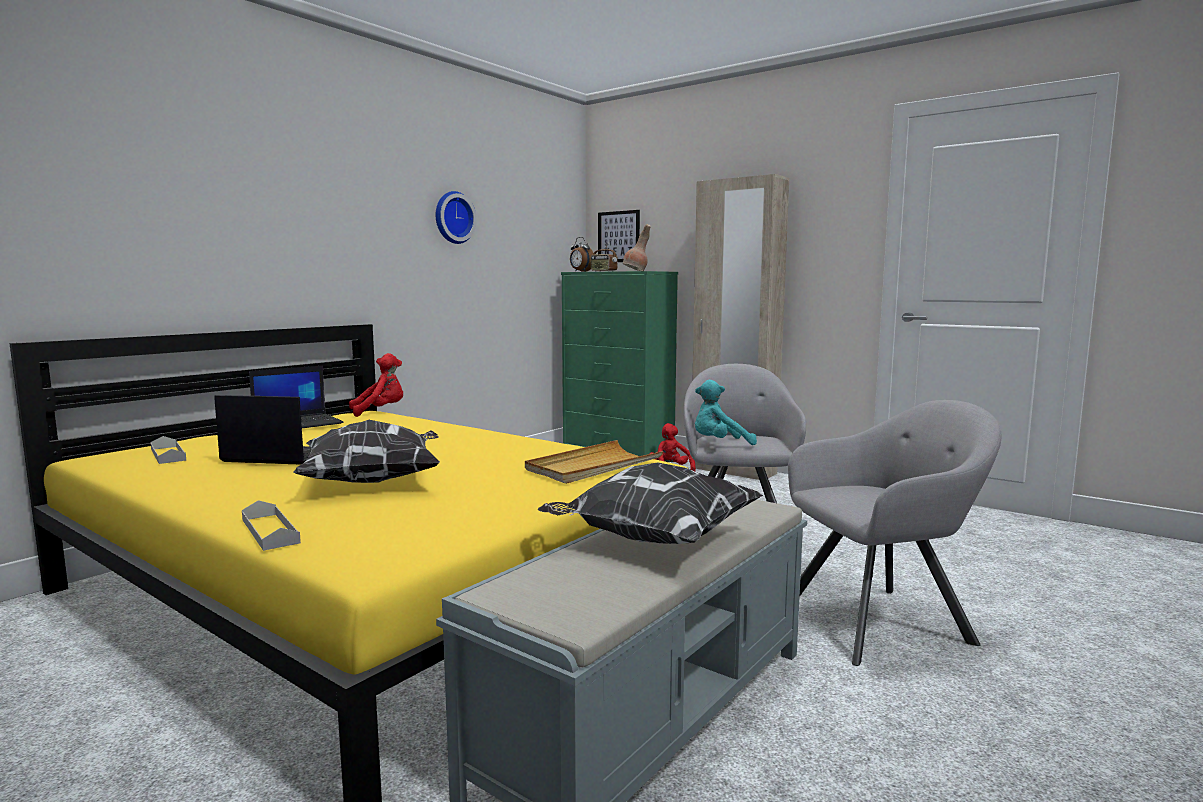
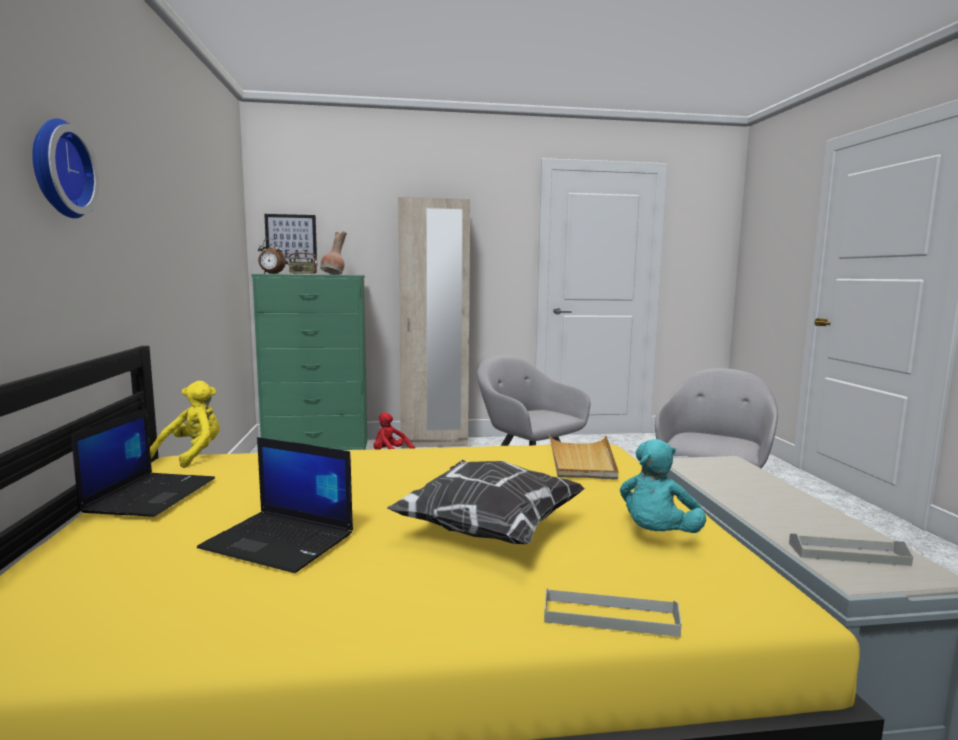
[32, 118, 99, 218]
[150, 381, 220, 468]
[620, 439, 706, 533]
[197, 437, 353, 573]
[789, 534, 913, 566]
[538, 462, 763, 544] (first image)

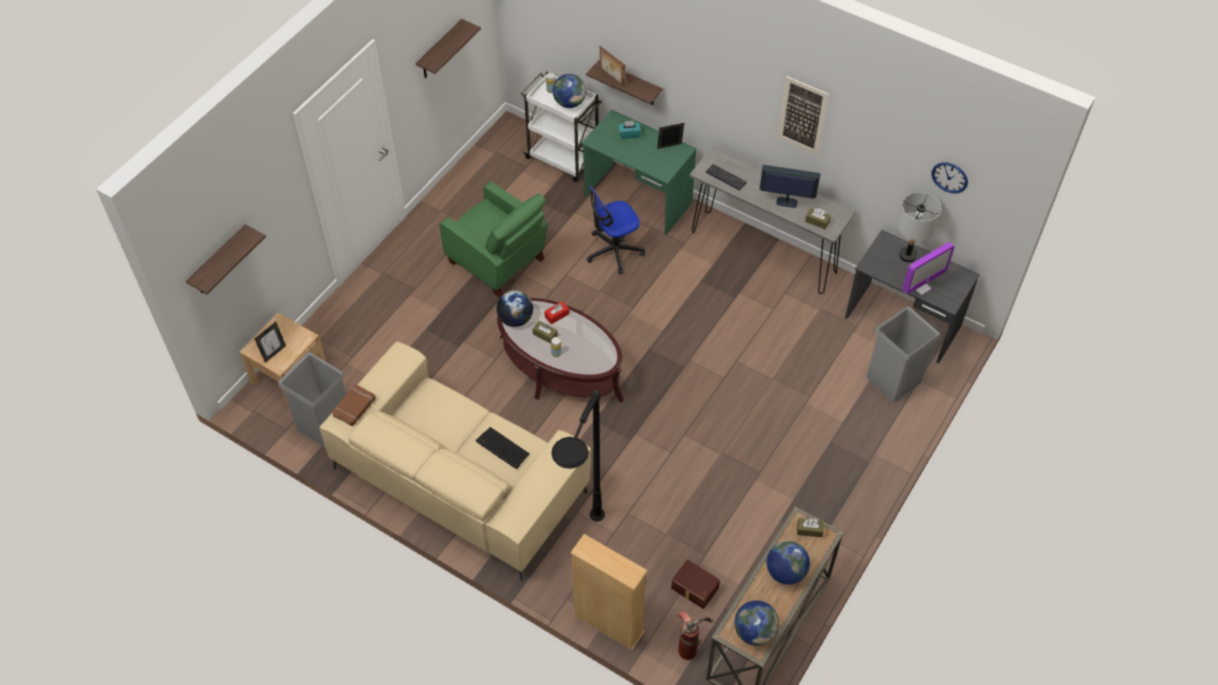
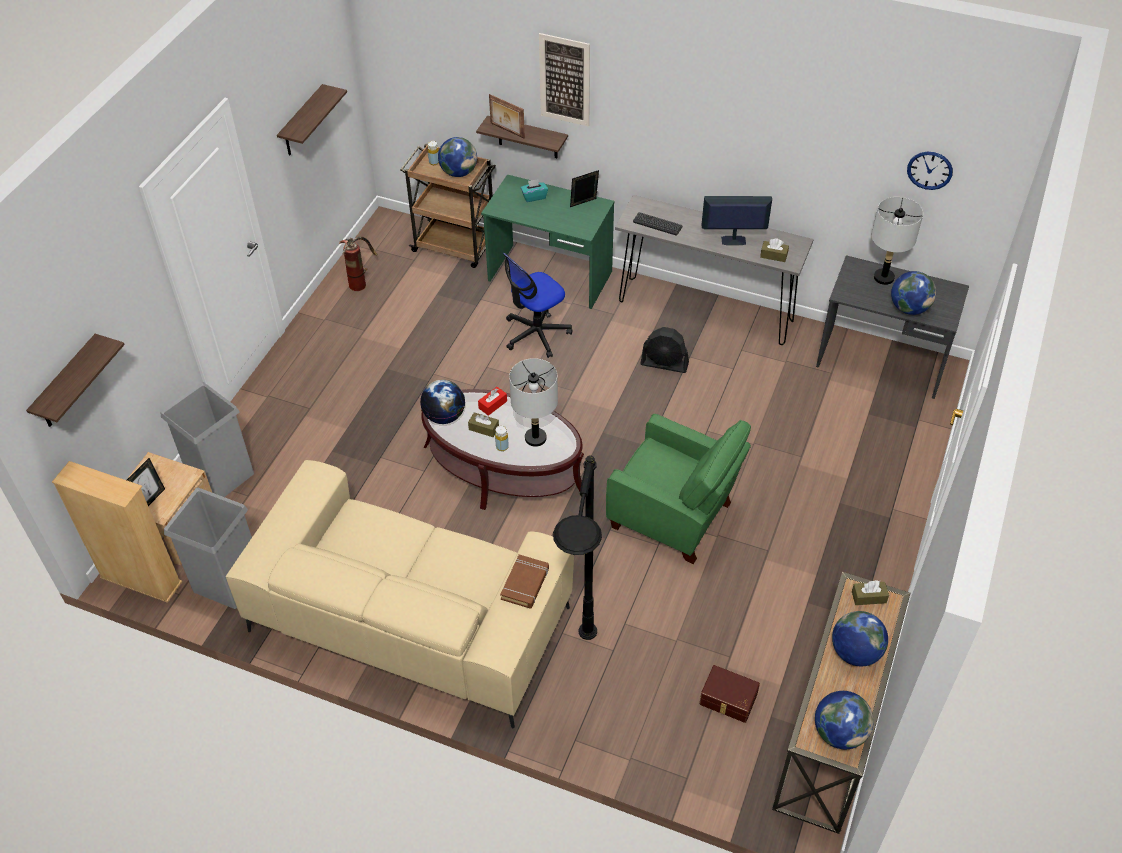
[400, 143, 496, 268]
[539, 33, 590, 127]
[606, 414, 751, 564]
[891, 271, 936, 315]
[161, 382, 254, 497]
[500, 554, 549, 609]
[475, 427, 530, 469] (first image)
[52, 461, 182, 603]
[339, 237, 377, 291]
[640, 327, 689, 373]
[509, 358, 558, 447]

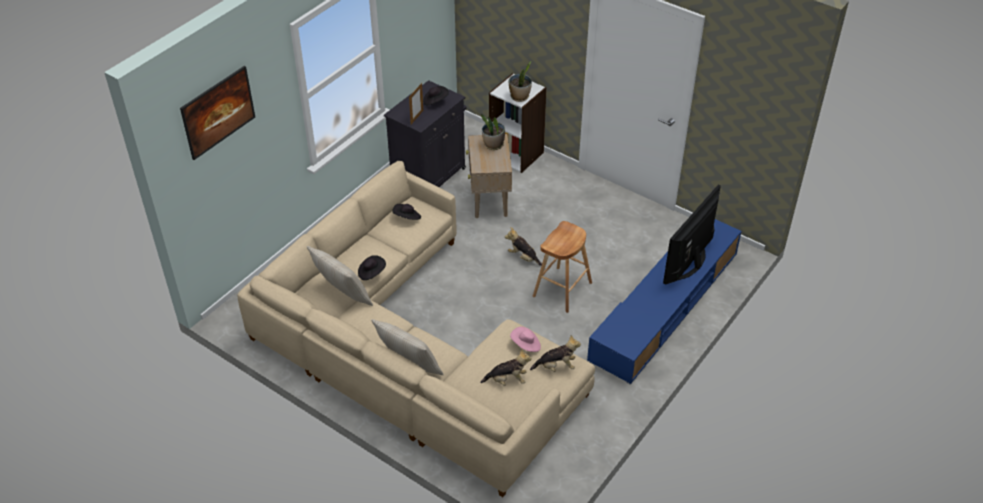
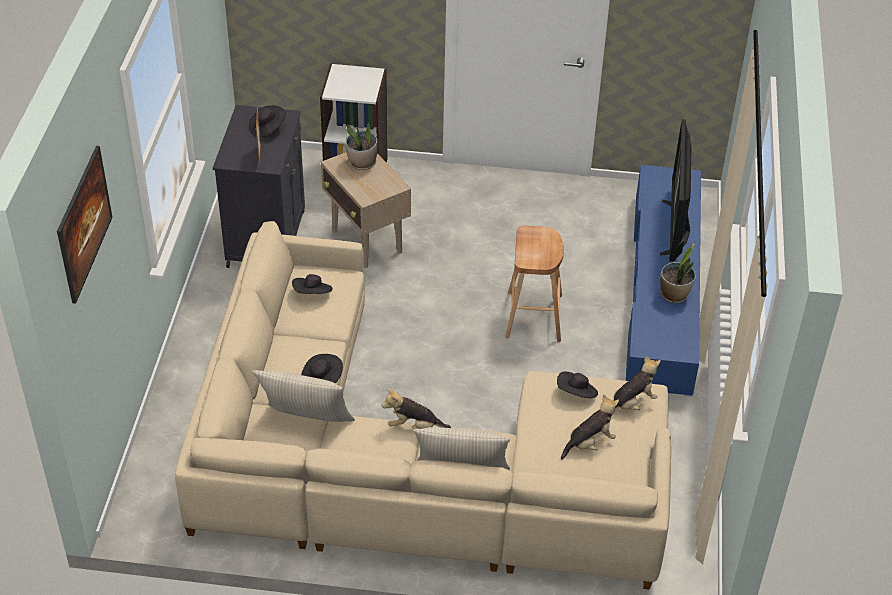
[660, 243, 696, 303]
[381, 388, 451, 429]
[557, 372, 598, 398]

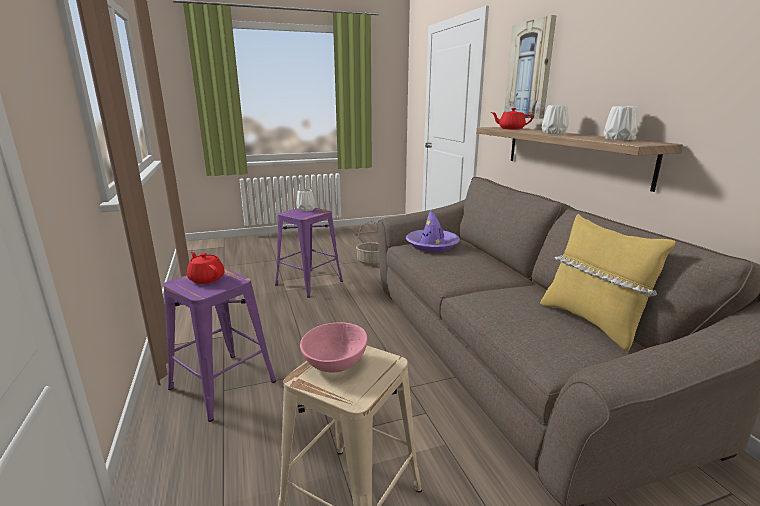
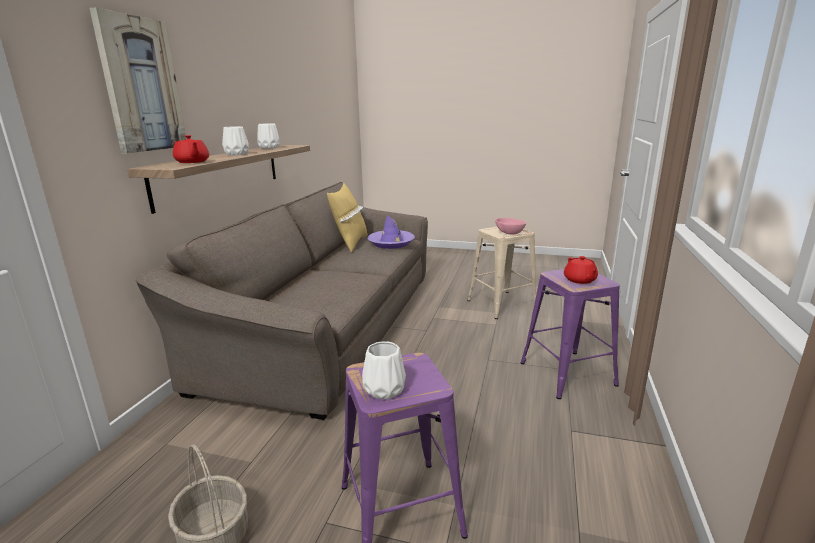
[367, 215, 415, 249]

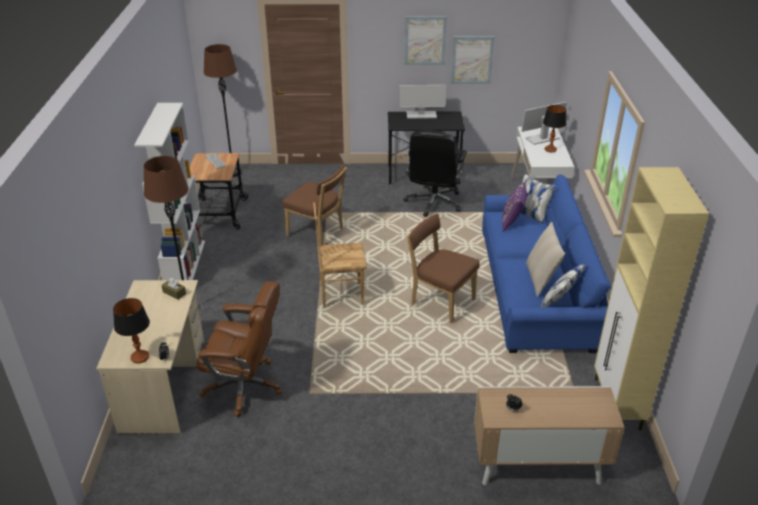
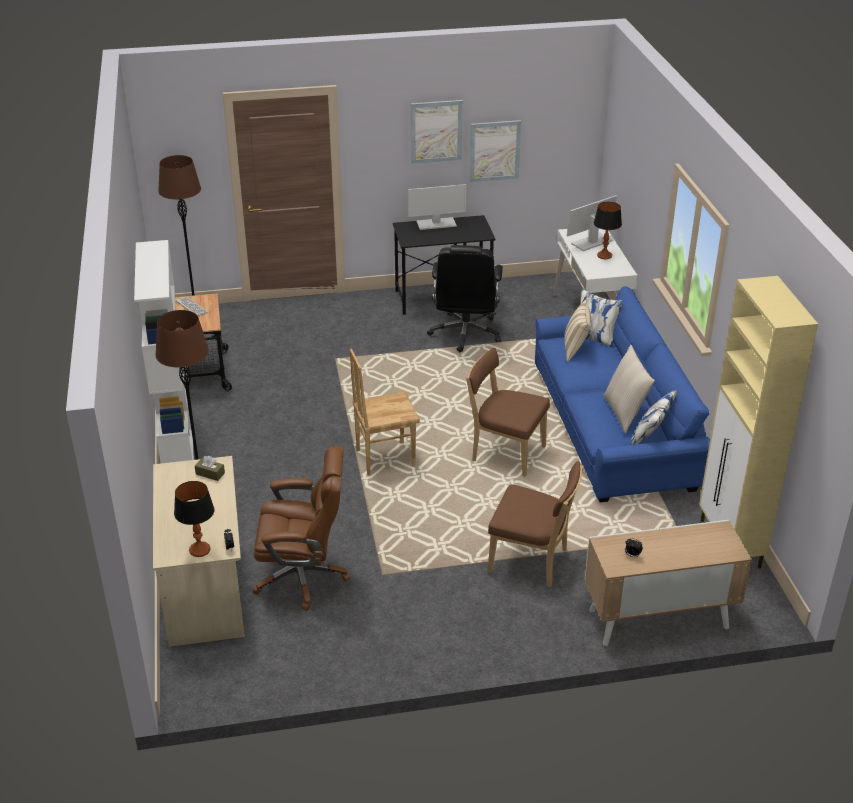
[488, 461, 584, 587]
[565, 300, 592, 362]

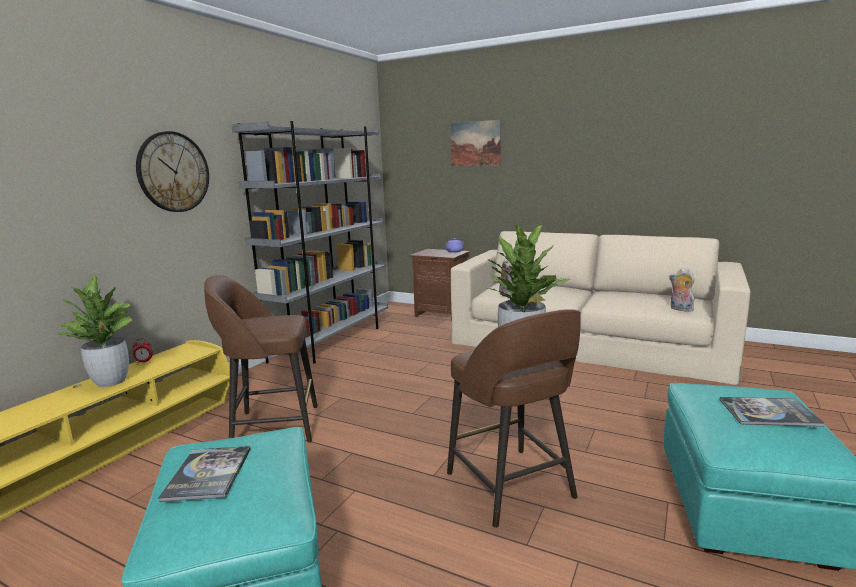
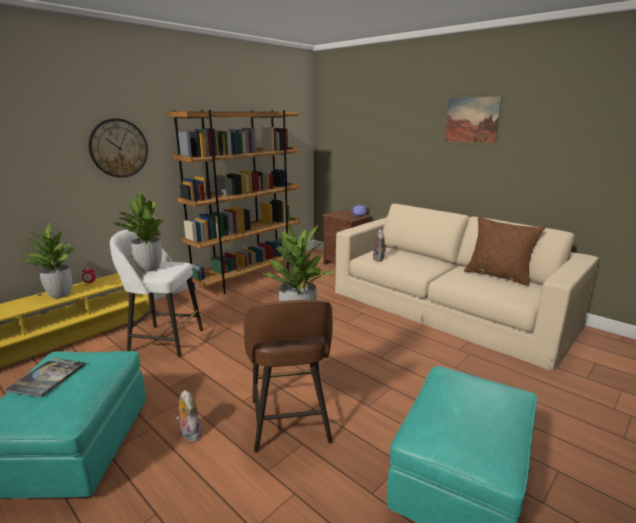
[445, 97, 502, 143]
[167, 110, 300, 295]
[176, 390, 202, 442]
[110, 229, 203, 358]
[719, 397, 824, 427] (first image)
[113, 192, 166, 272]
[464, 217, 545, 287]

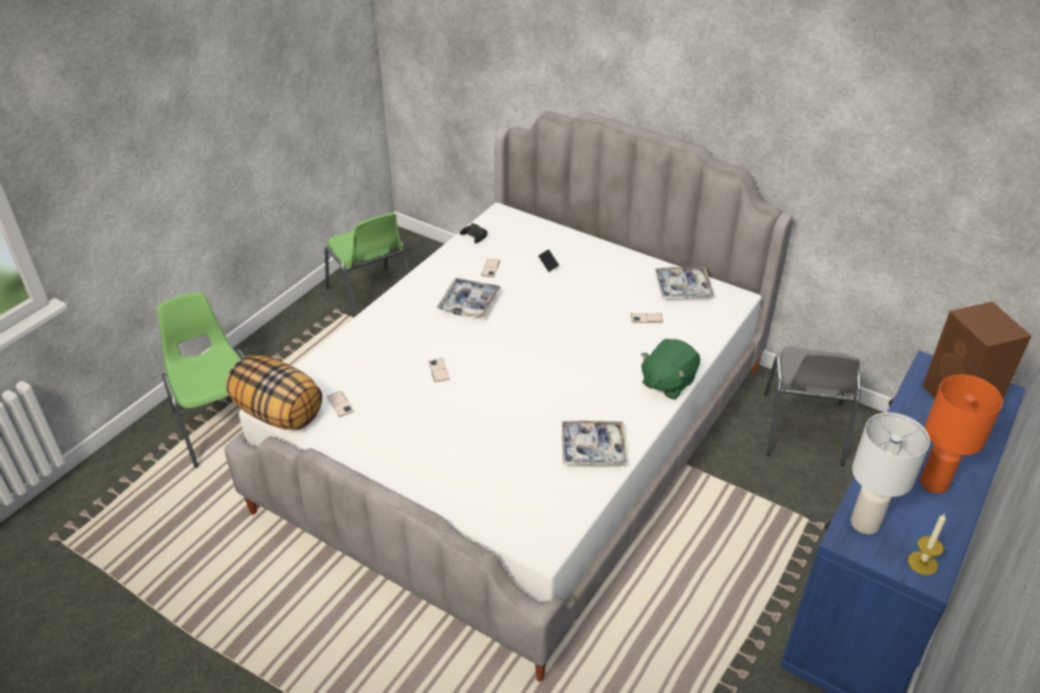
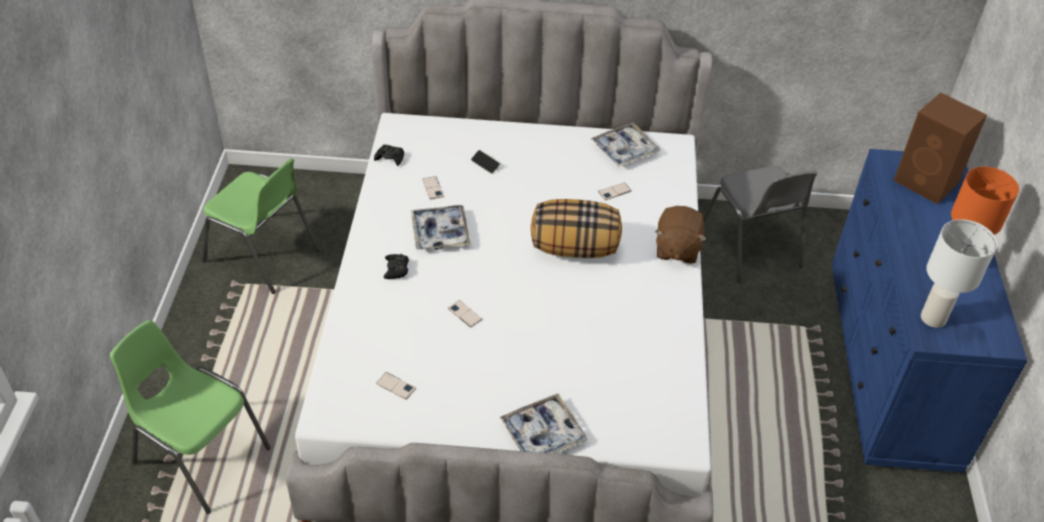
[655, 206, 706, 264]
[531, 199, 622, 258]
[500, 394, 588, 454]
[908, 514, 946, 575] (first image)
[384, 254, 409, 279]

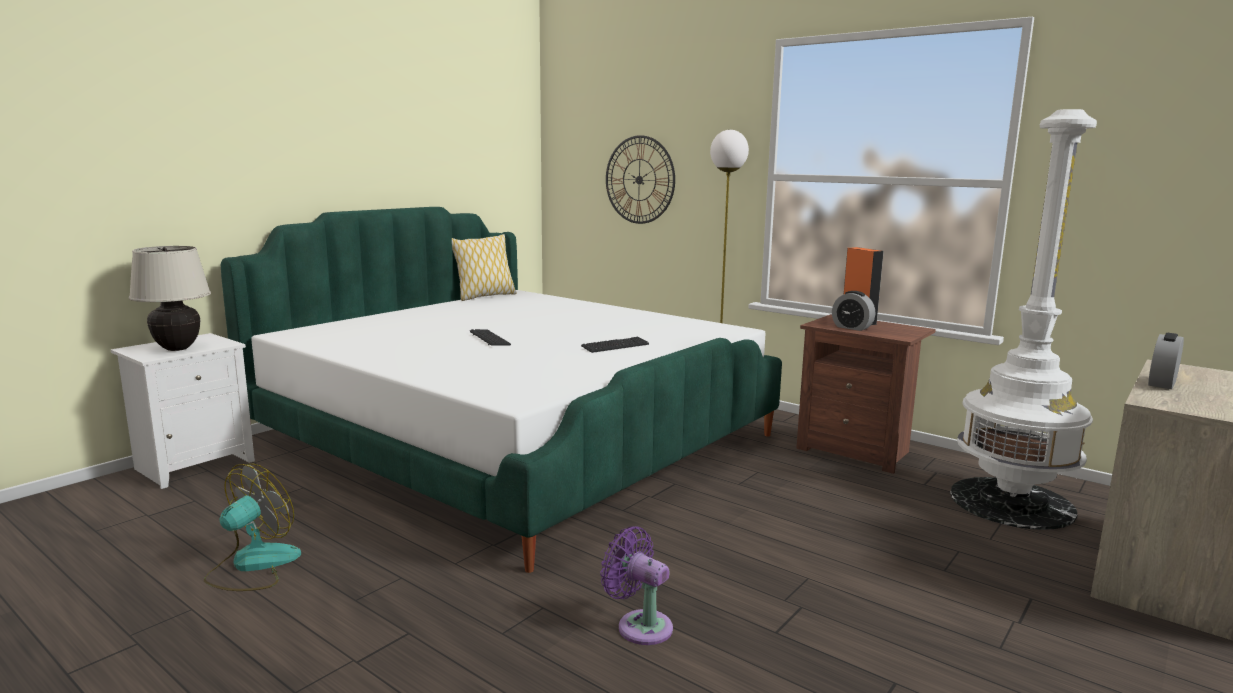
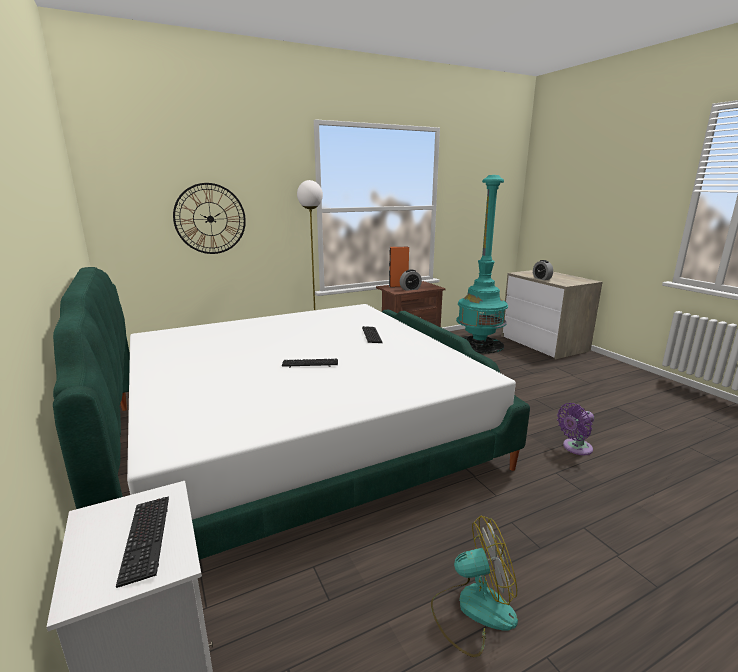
[456, 175, 508, 354]
[452, 234, 517, 301] (first image)
[116, 496, 169, 588]
[431, 516, 518, 657]

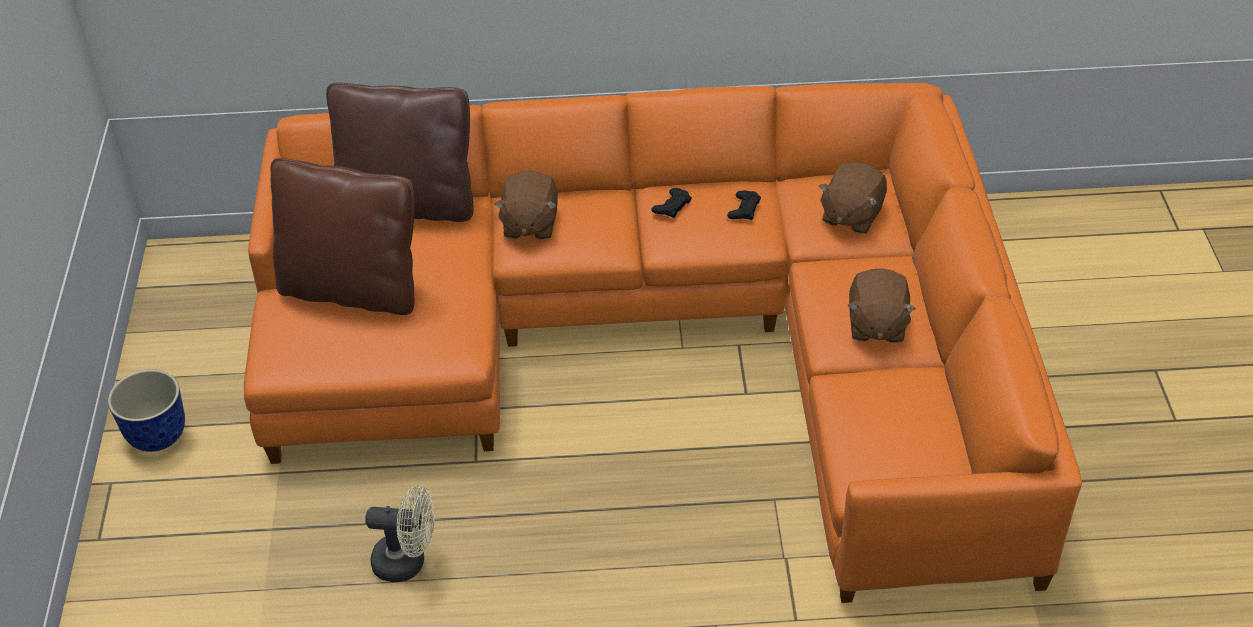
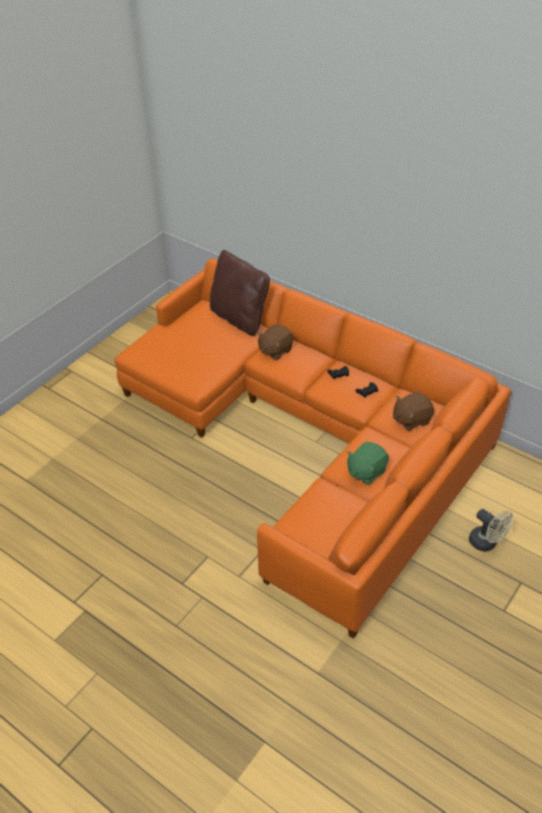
[271, 158, 415, 315] (first image)
[347, 442, 389, 485]
[108, 369, 185, 452] (first image)
[469, 509, 513, 551]

